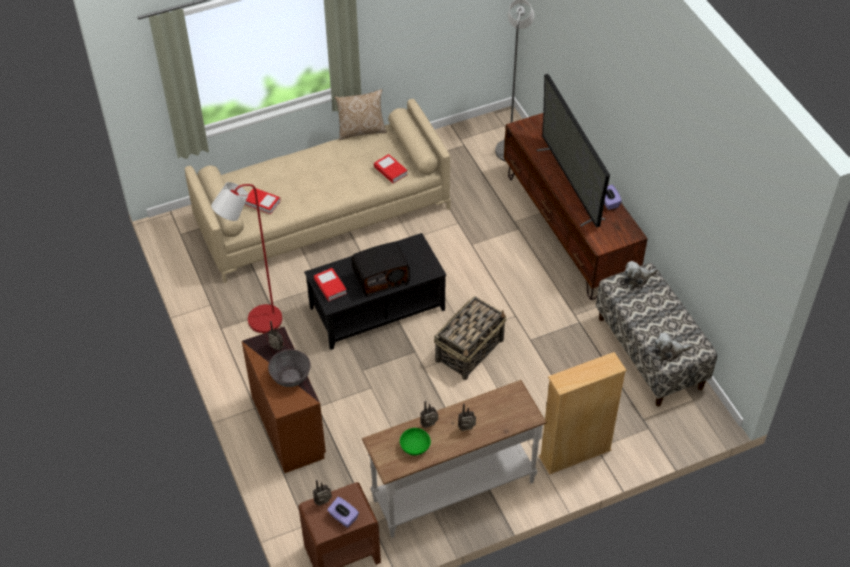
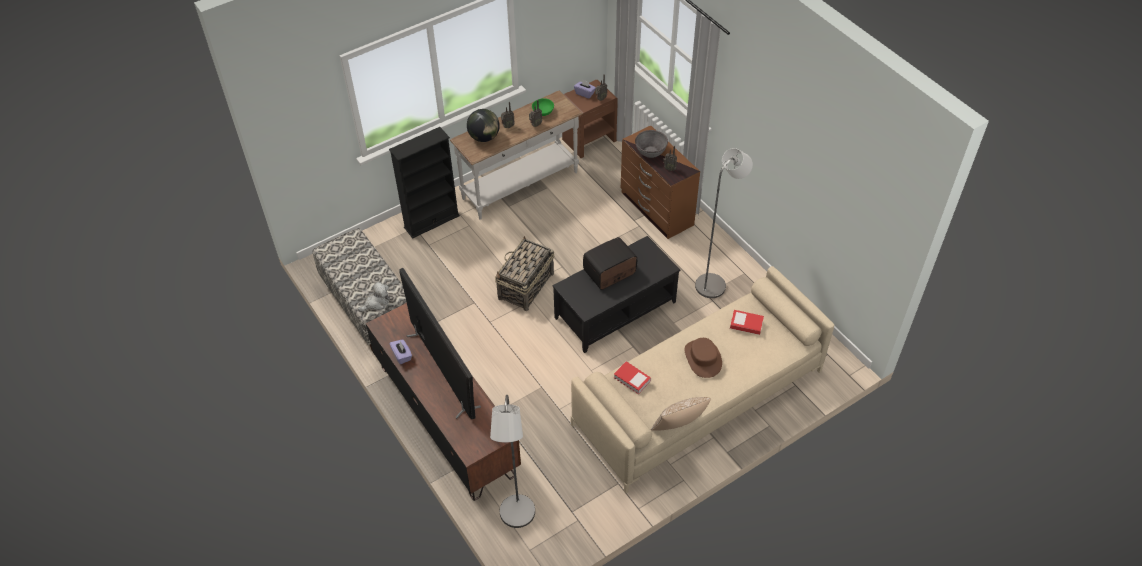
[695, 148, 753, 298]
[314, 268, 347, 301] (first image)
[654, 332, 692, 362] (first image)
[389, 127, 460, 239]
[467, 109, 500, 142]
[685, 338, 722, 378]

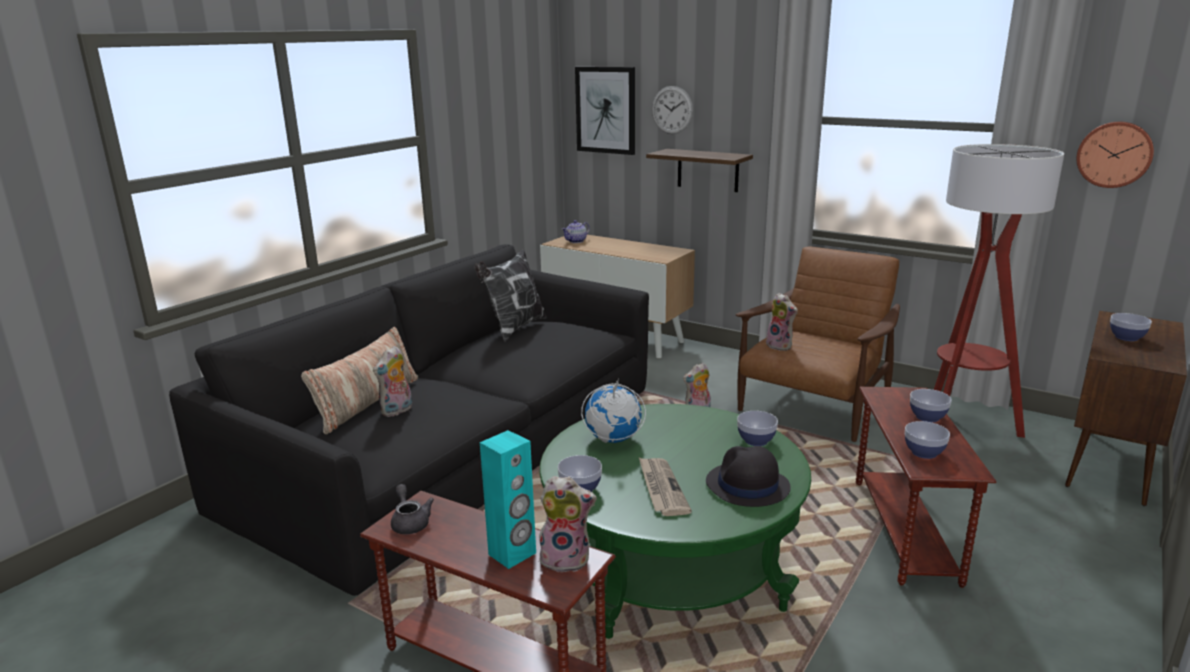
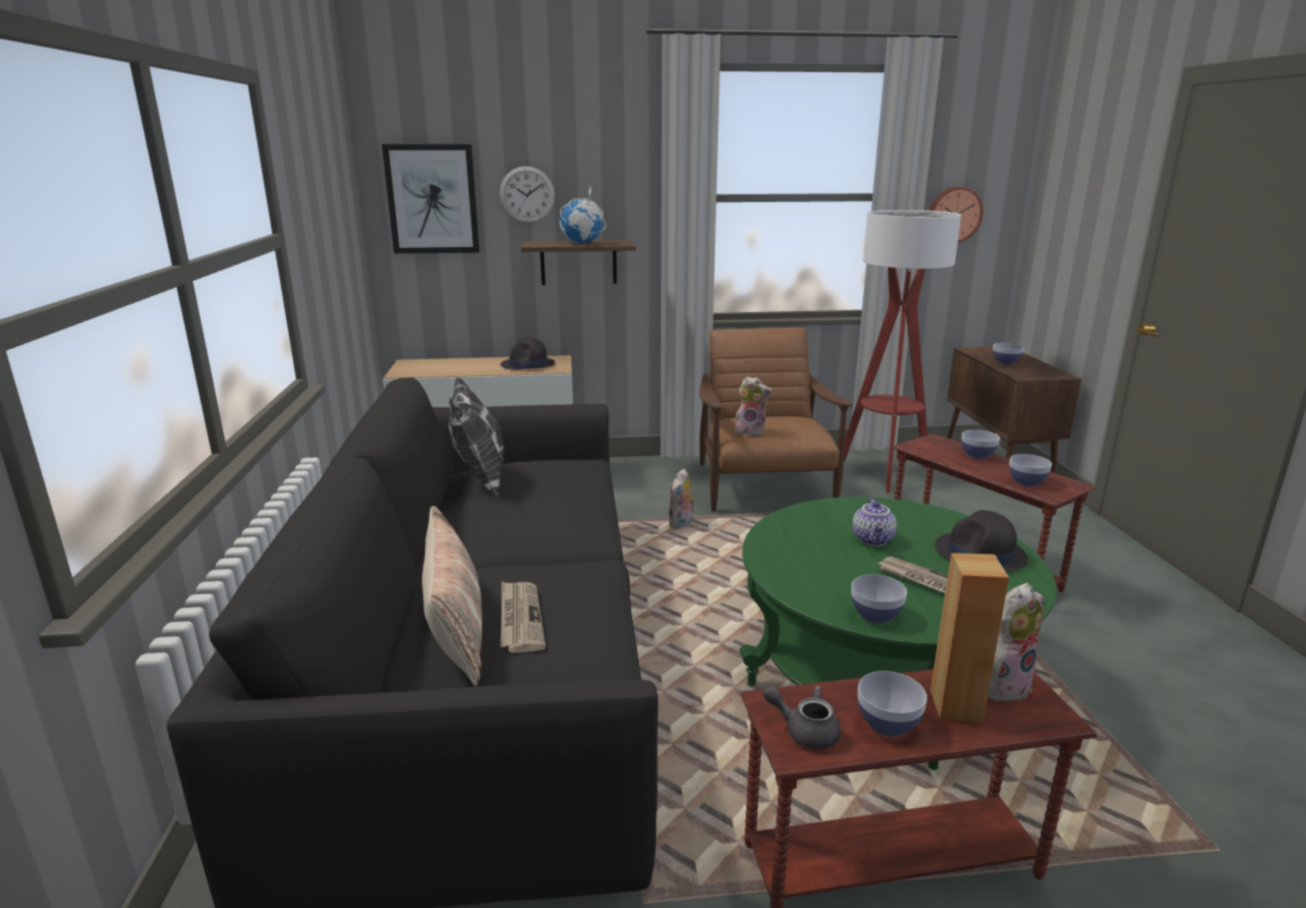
[852, 498, 897, 546]
[501, 582, 546, 653]
[560, 187, 606, 243]
[858, 671, 927, 736]
[930, 553, 1009, 722]
[500, 338, 555, 370]

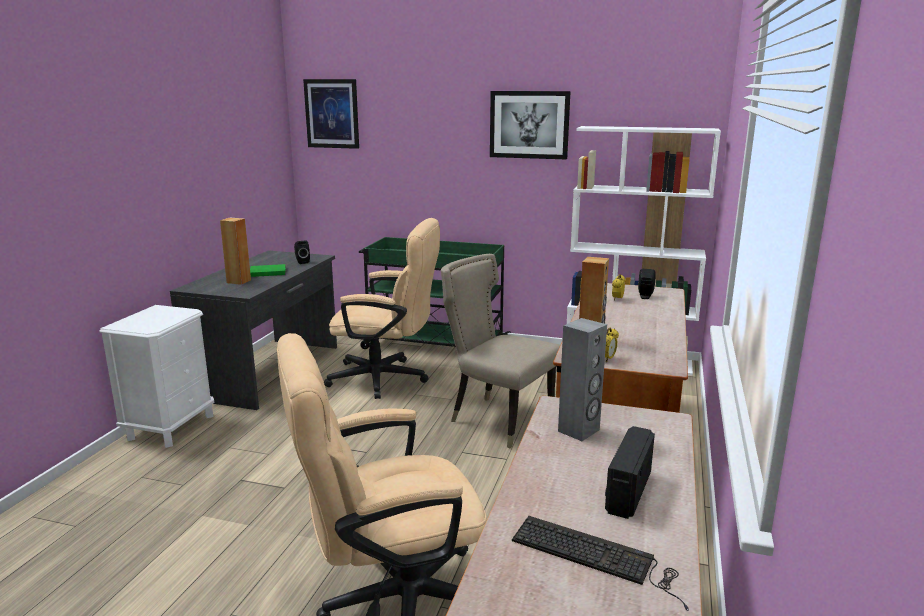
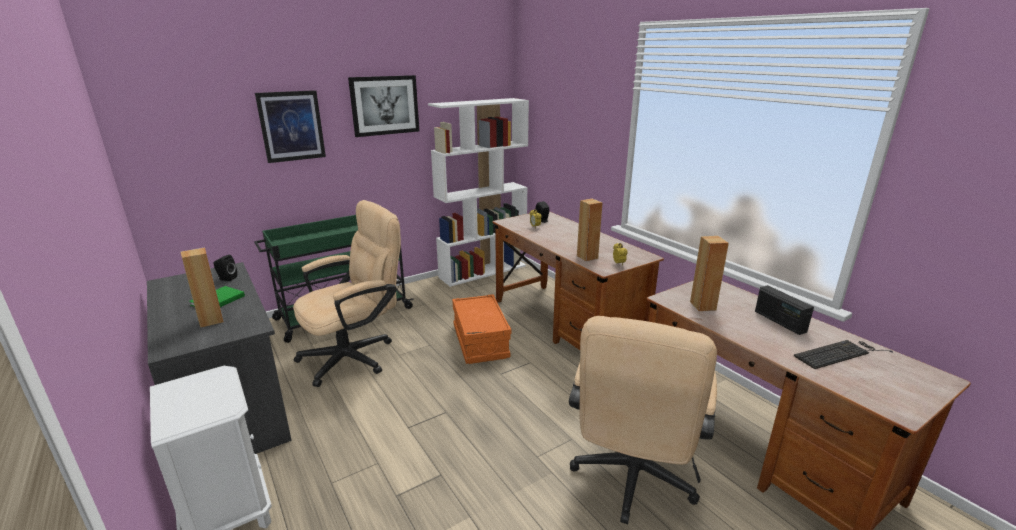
[255, 90, 326, 163]
[452, 294, 511, 364]
[690, 236, 729, 311]

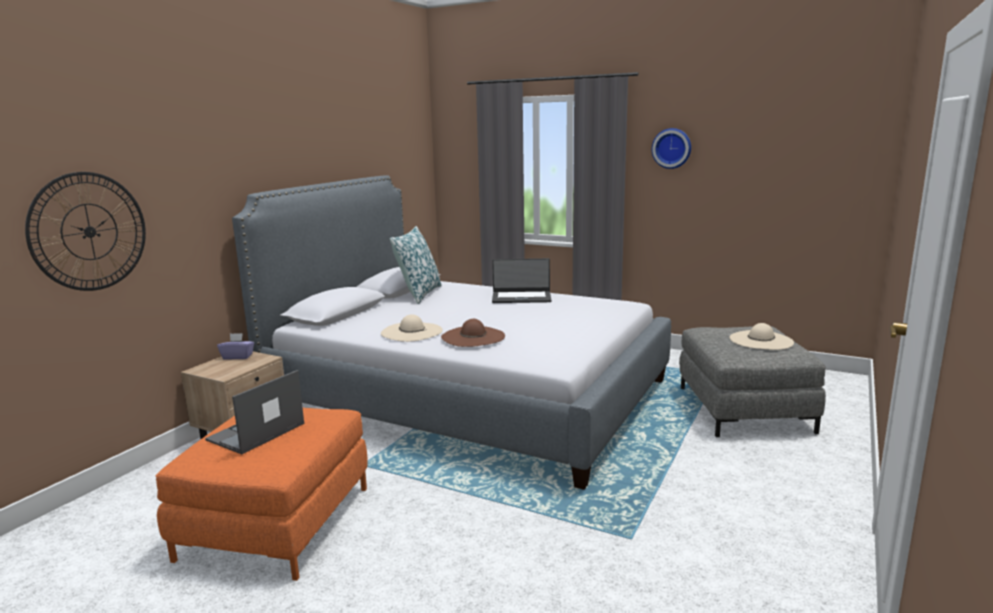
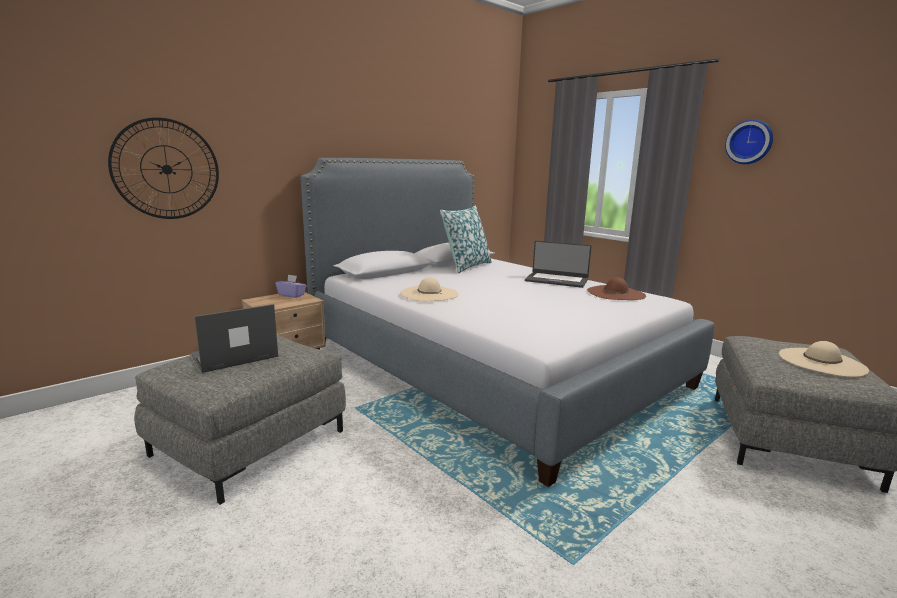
[587, 277, 646, 300]
[134, 335, 346, 505]

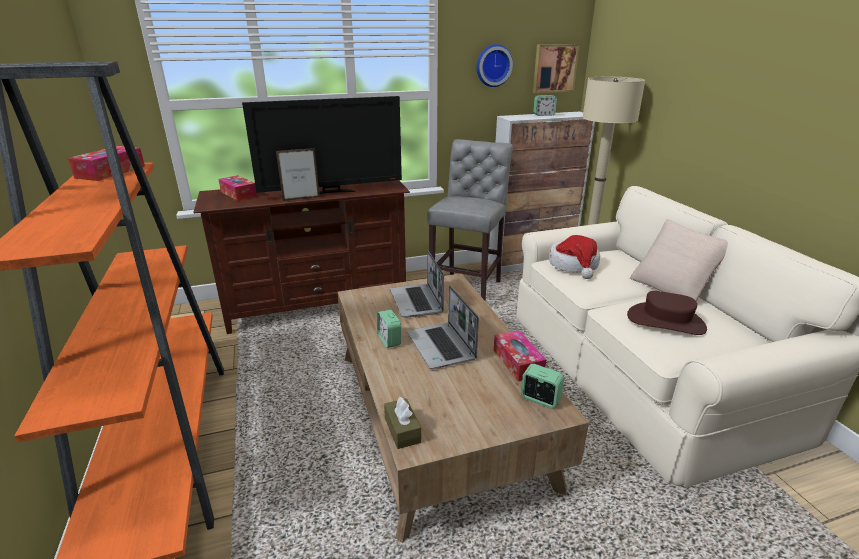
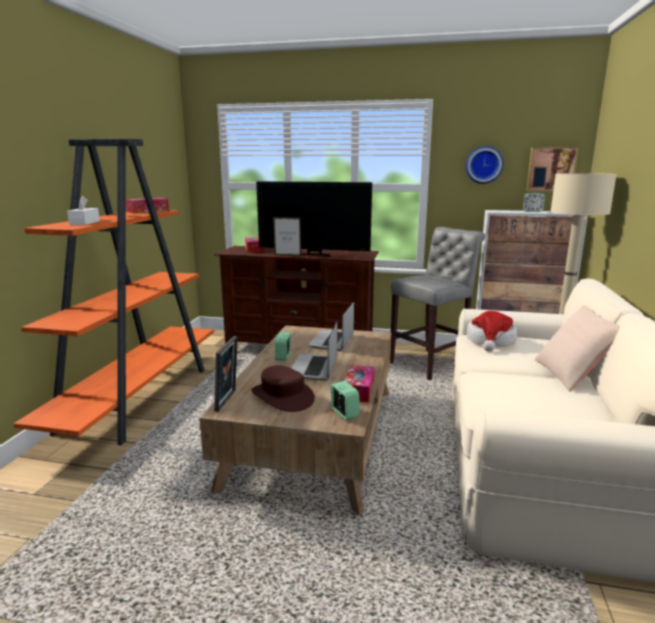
[251, 365, 315, 412]
[214, 336, 238, 412]
[67, 196, 100, 225]

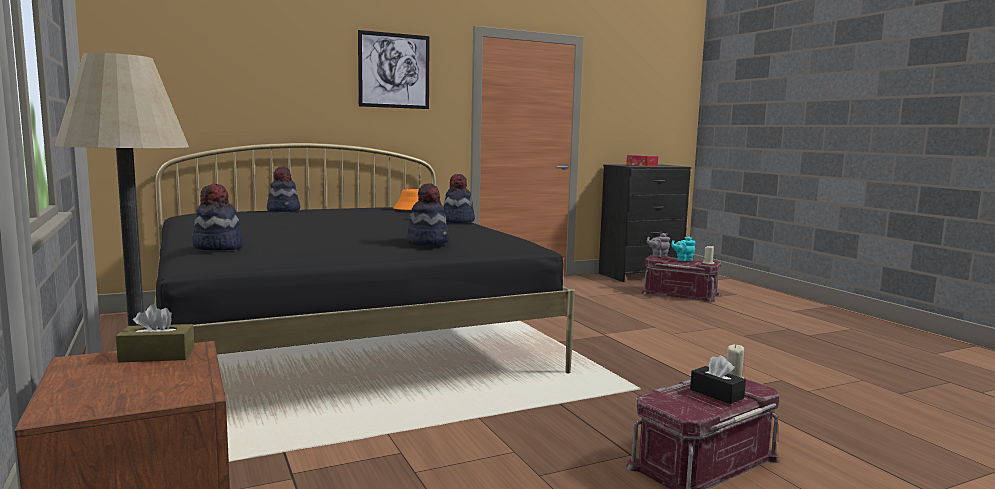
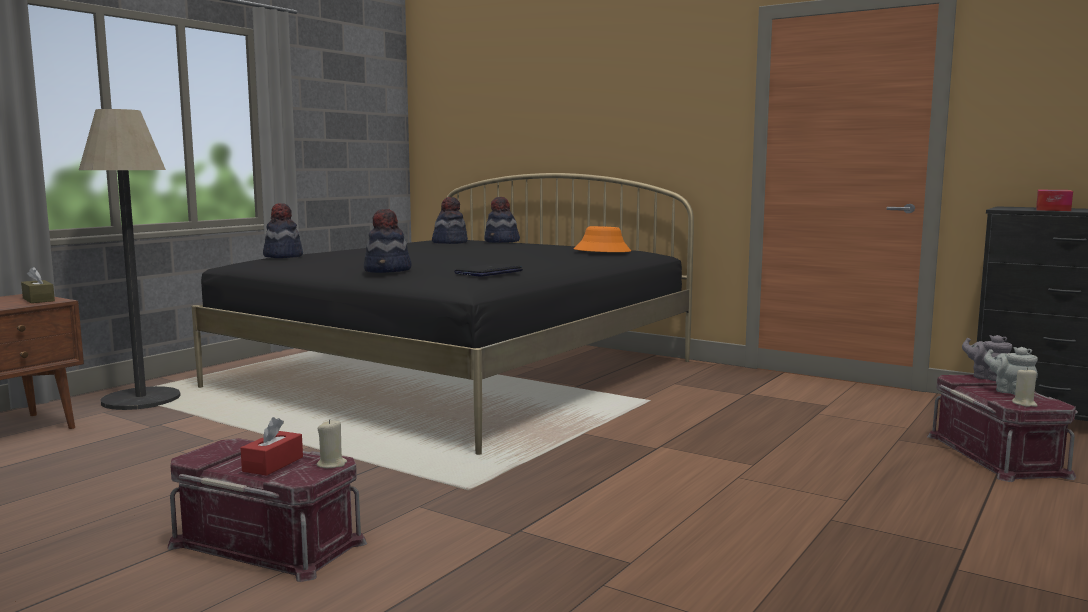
[358, 30, 430, 109] (first image)
[432, 197, 468, 244]
[984, 347, 1038, 395]
[241, 417, 303, 476]
[454, 264, 523, 277]

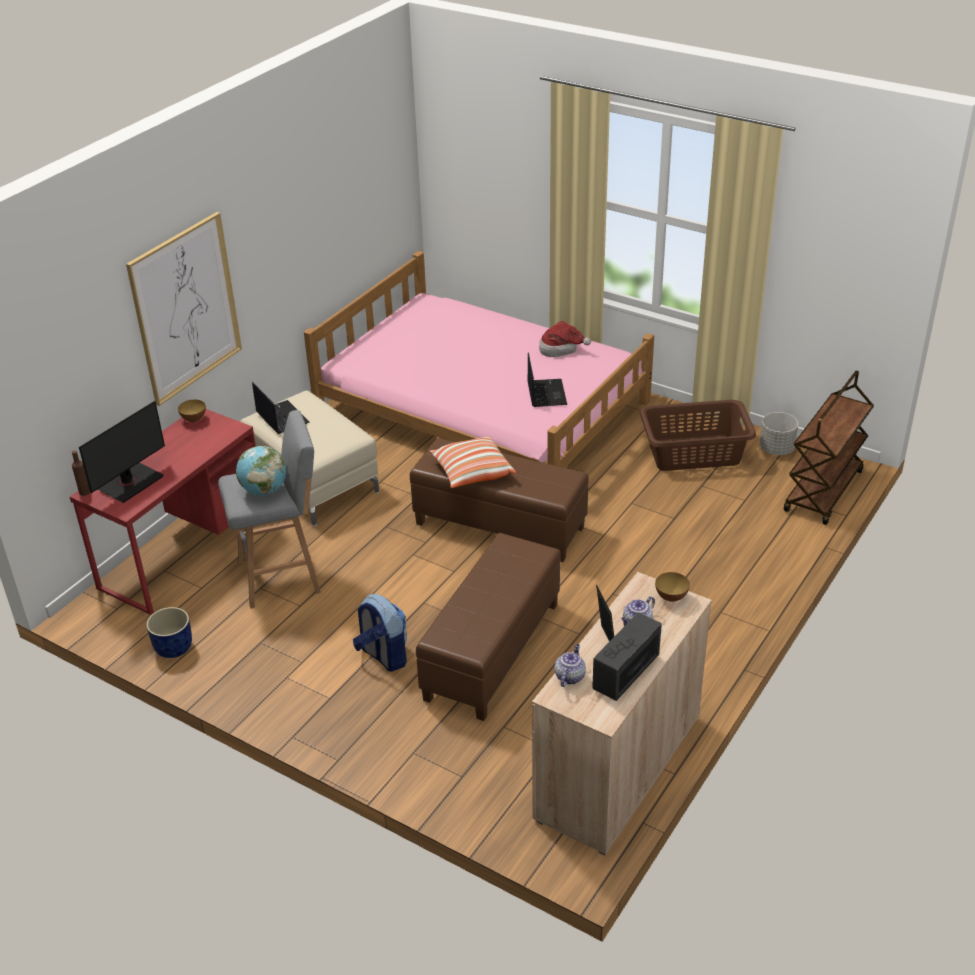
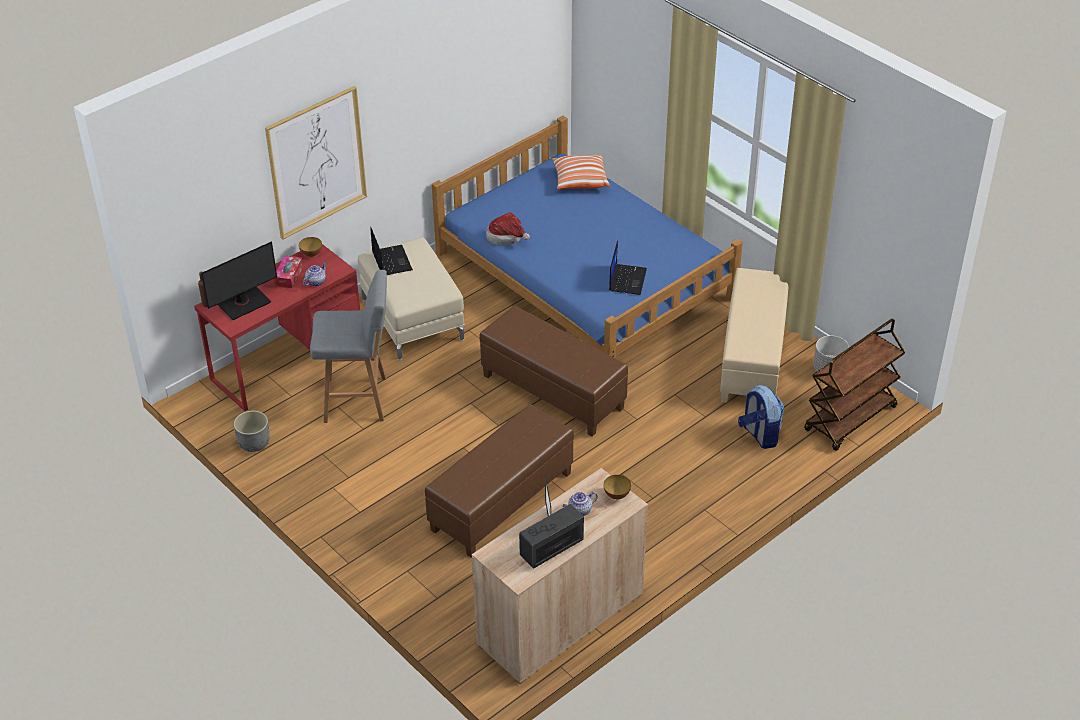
[432, 116, 743, 359]
[486, 212, 530, 245]
[720, 268, 788, 402]
[552, 155, 610, 189]
[236, 446, 287, 495] (first image)
[738, 385, 784, 449]
[233, 410, 269, 452]
[303, 262, 326, 286]
[274, 255, 303, 288]

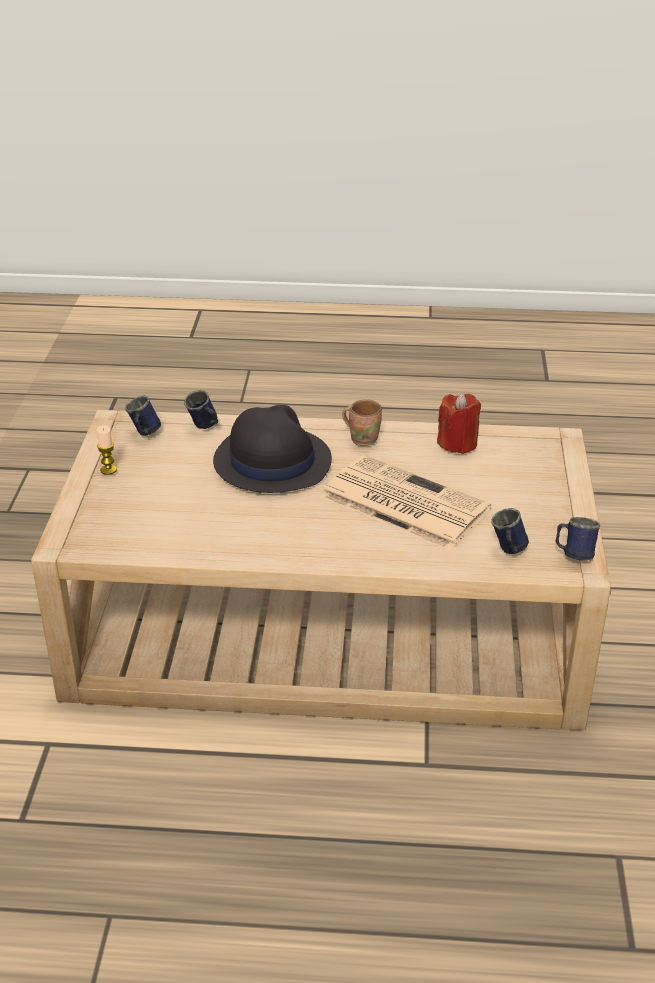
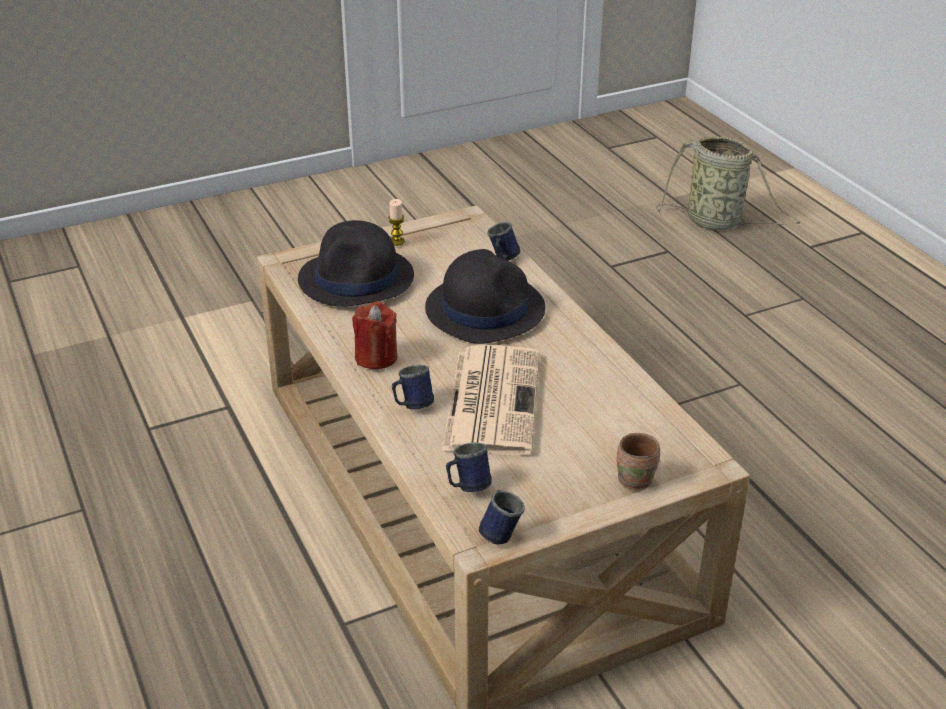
[352, 301, 397, 369]
[392, 365, 434, 409]
[617, 433, 660, 491]
[656, 136, 801, 230]
[298, 220, 414, 307]

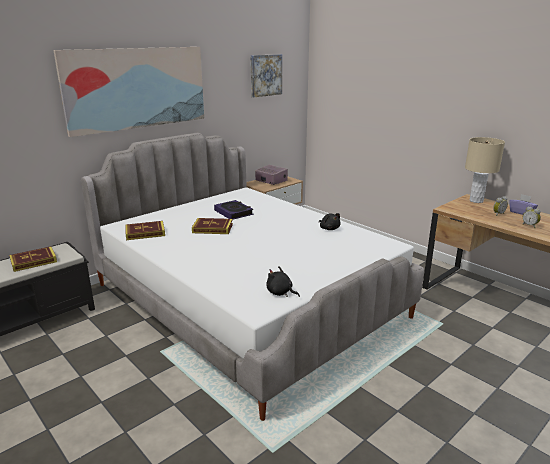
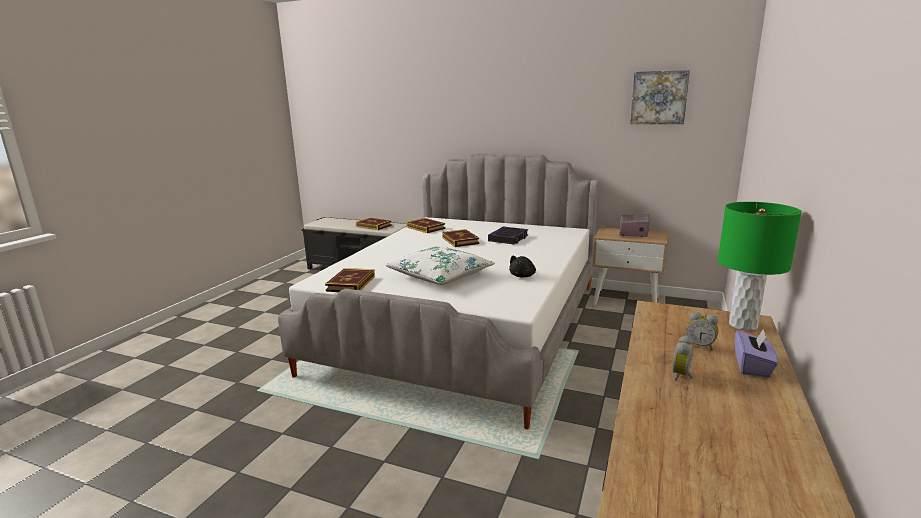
[53, 47, 204, 137] (first image)
[718, 202, 802, 331]
[325, 268, 375, 292]
[385, 246, 495, 285]

